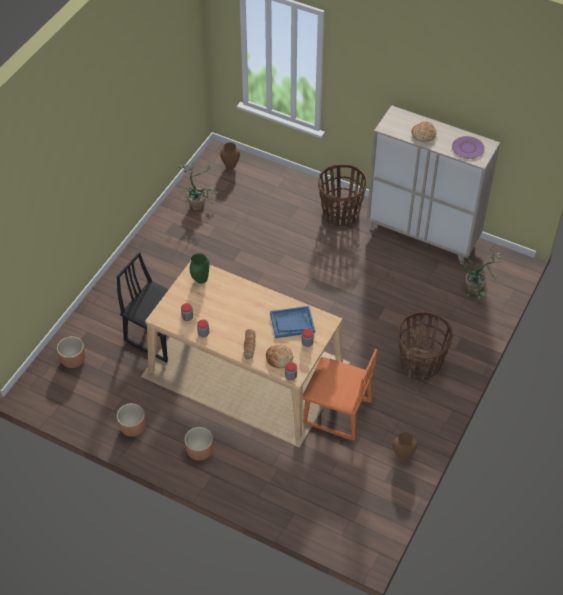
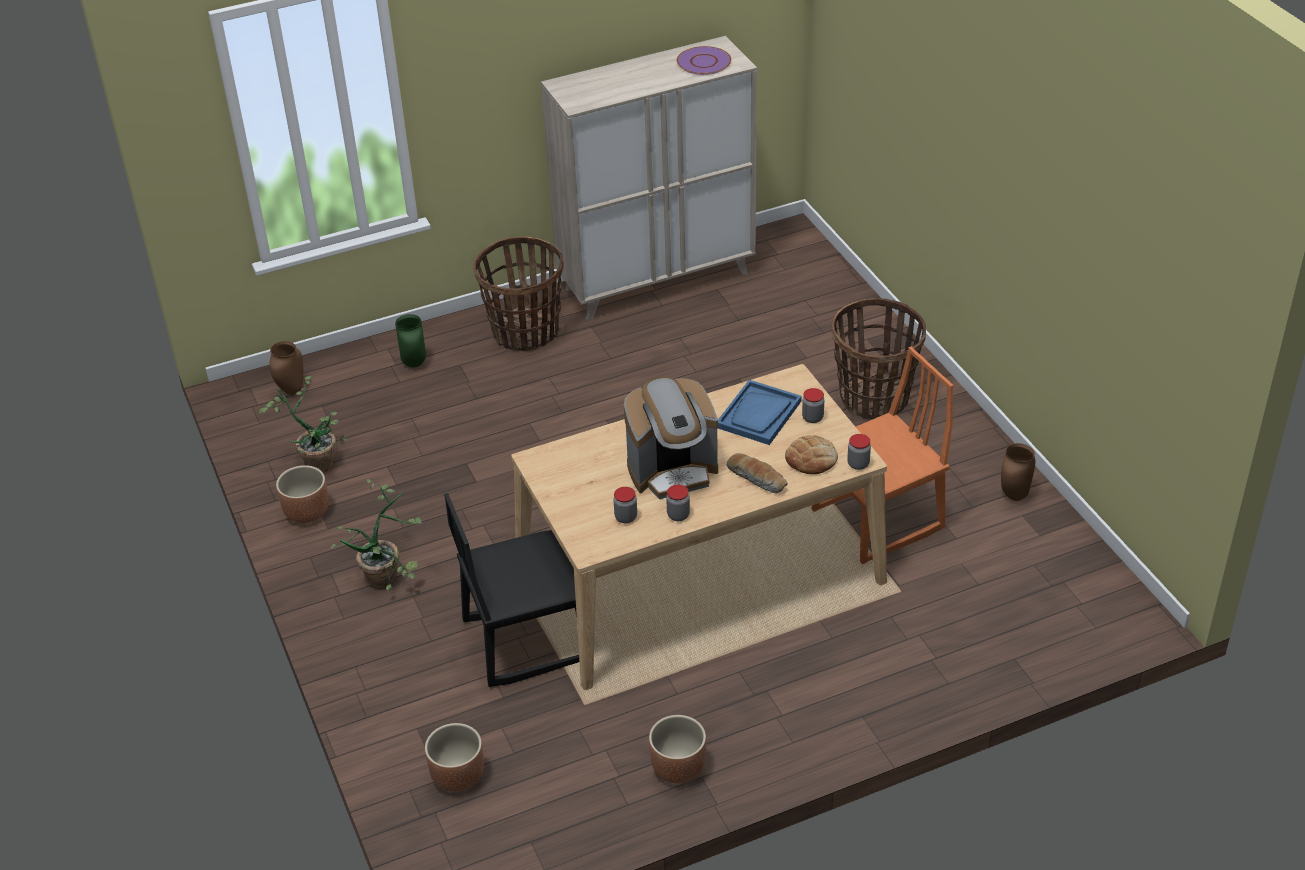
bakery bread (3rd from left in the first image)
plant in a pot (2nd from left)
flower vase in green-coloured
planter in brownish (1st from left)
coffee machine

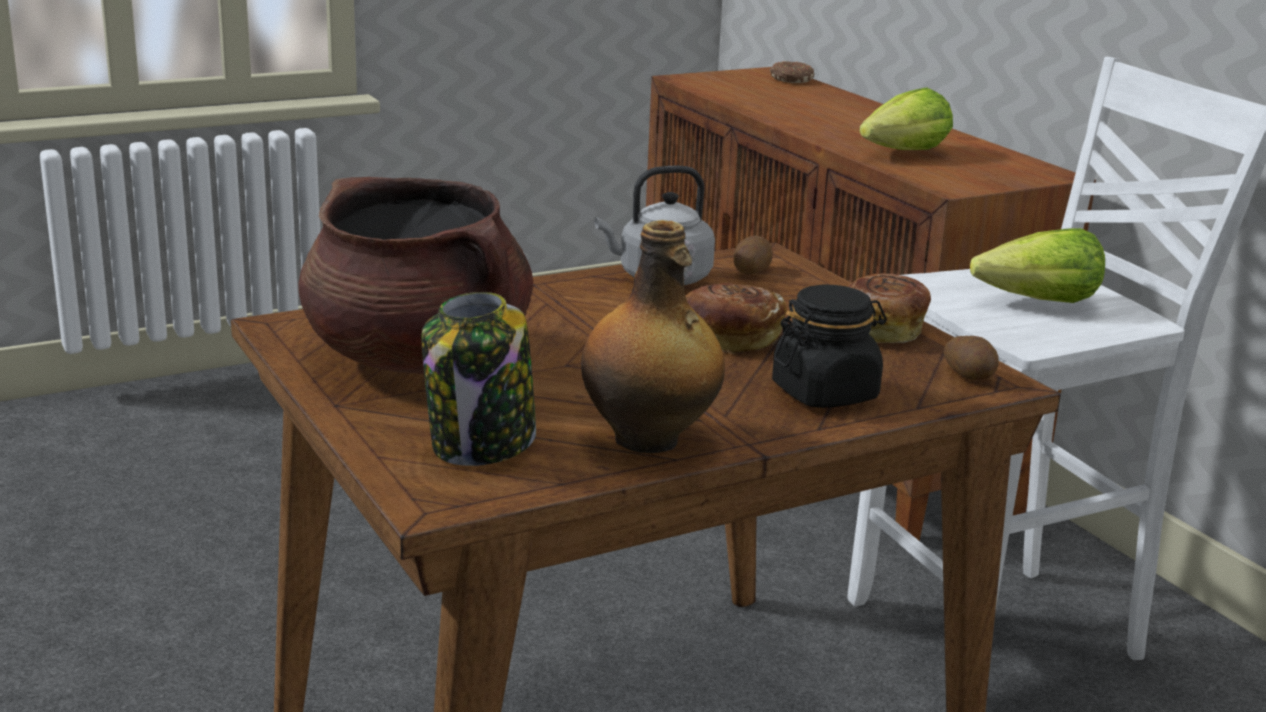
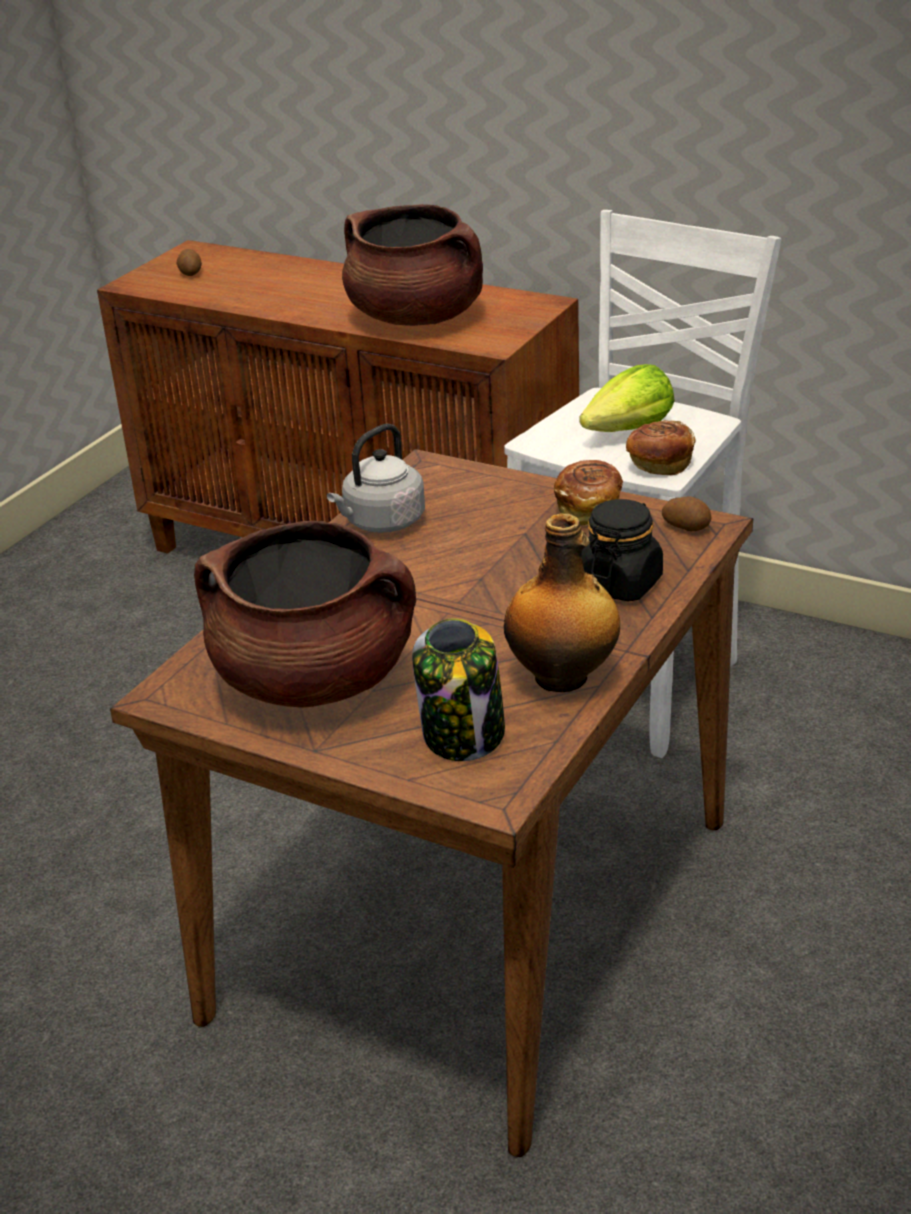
ring doughnut
stockpot in brownish (2nd from left)
whole potato (1st from left)
bakery bread (2nd from left)

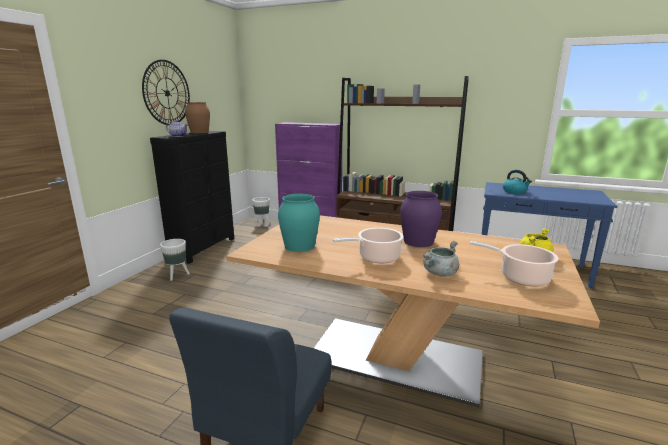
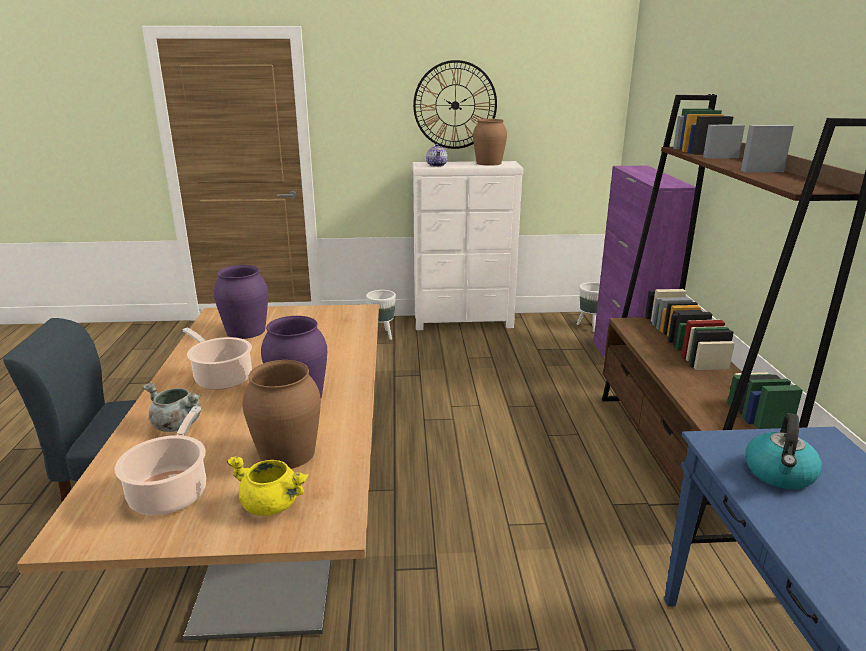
dresser in white
flower vase in purple (1st from left)
flower vase in brownish (1st from left)

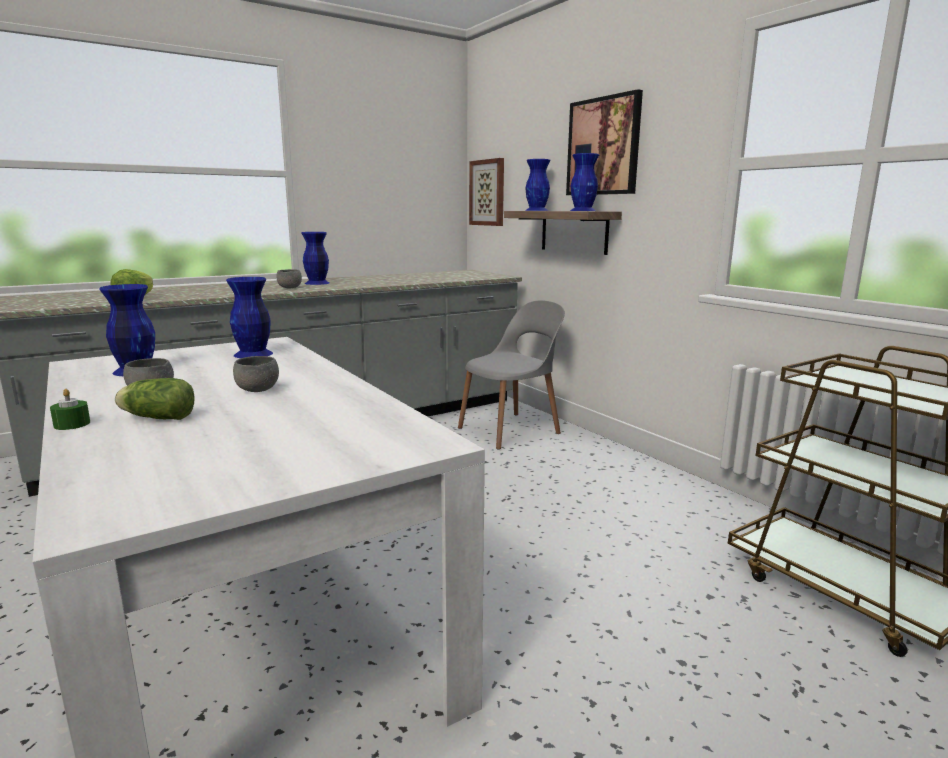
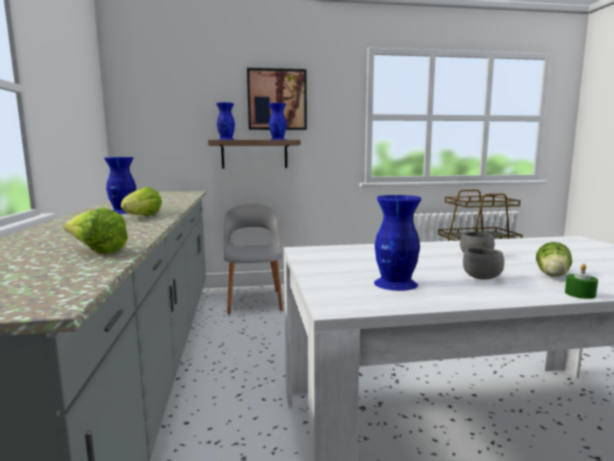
picture (1st from left in the first image)
lettuce head (2nd from left)
flower vase in bluish (2nd from left in the first image)

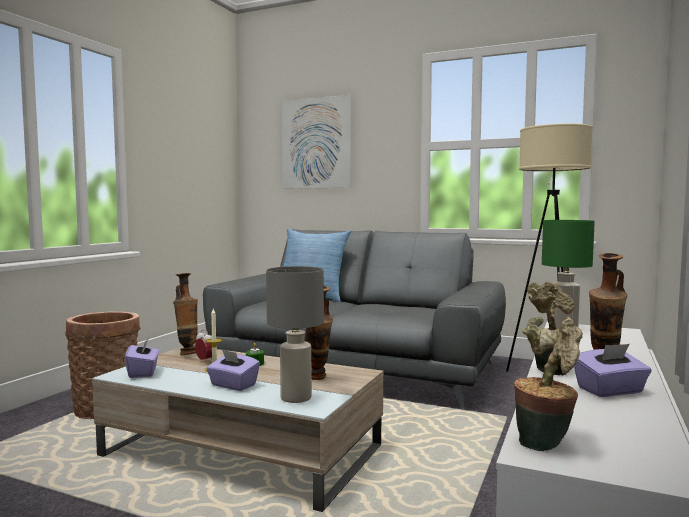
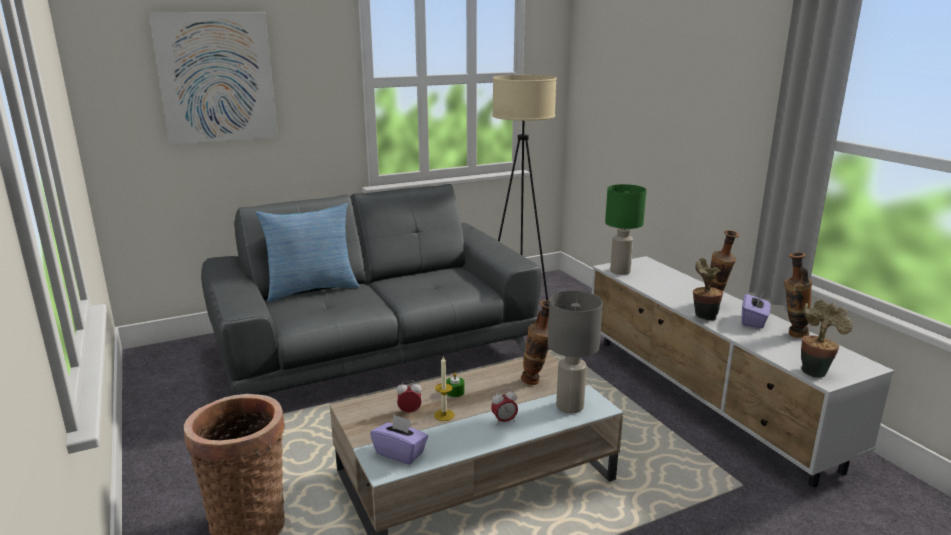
flower vase (3rd from left)
table clock (2nd from left)

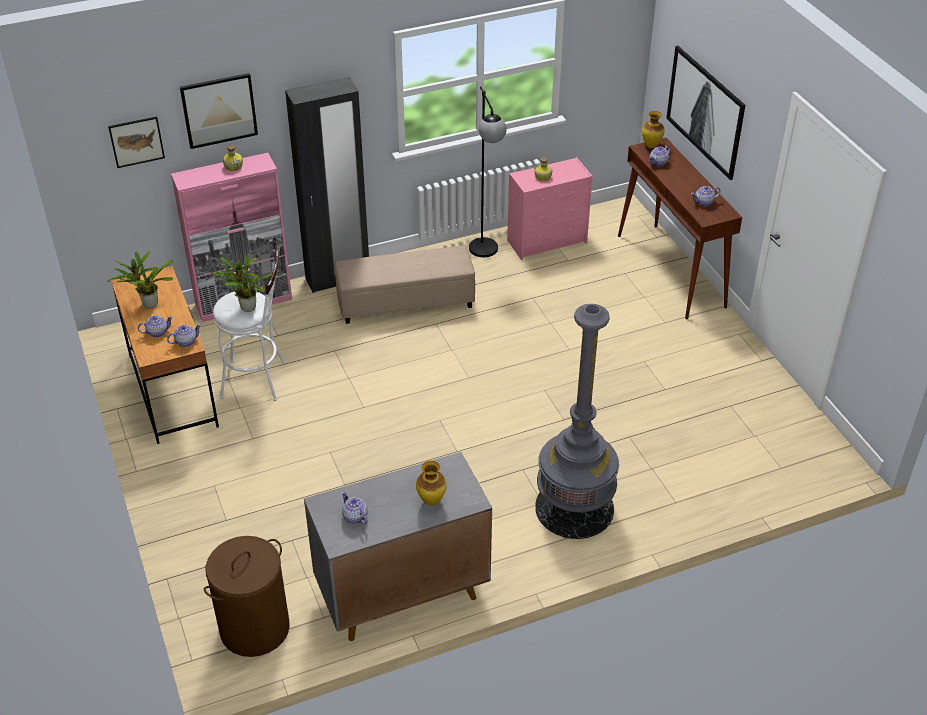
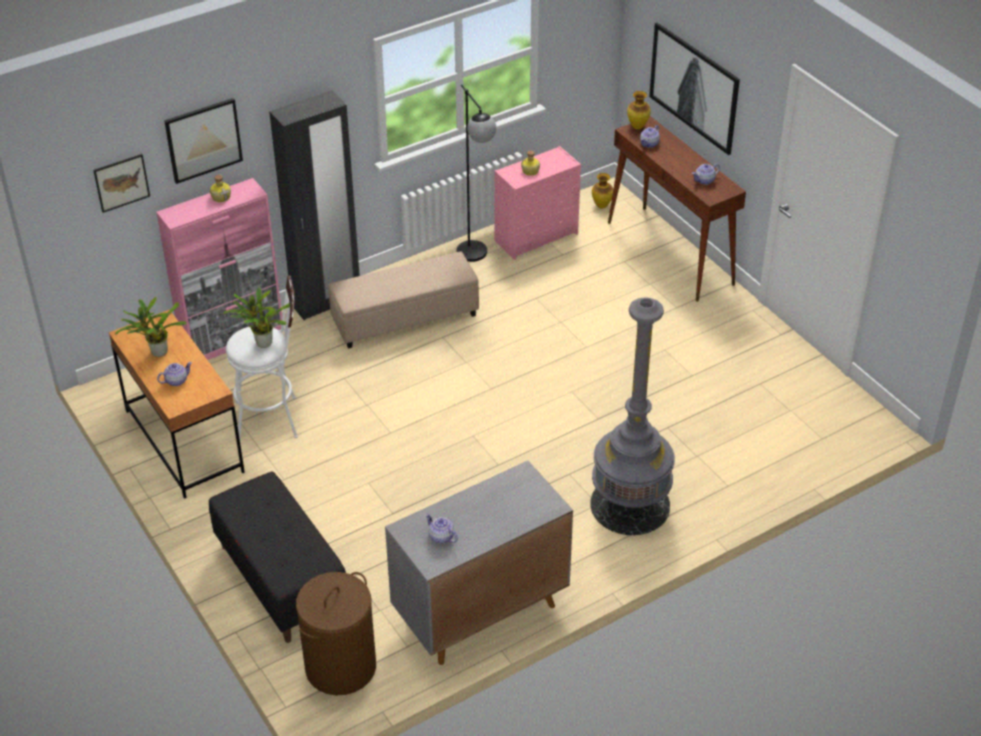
tea pot (2nd from left in the first image)
flower vase (1st from left)
bench in black-coloured

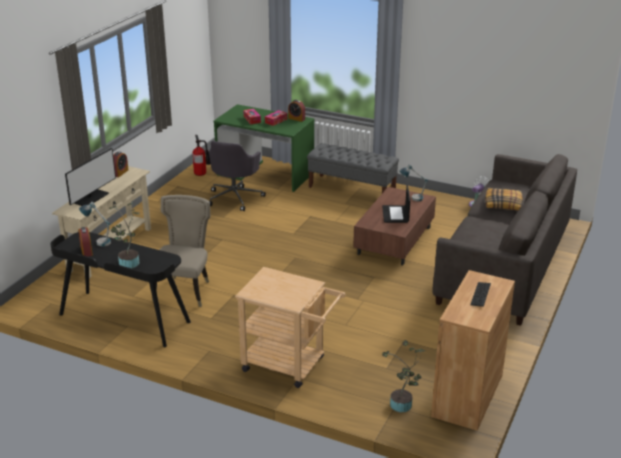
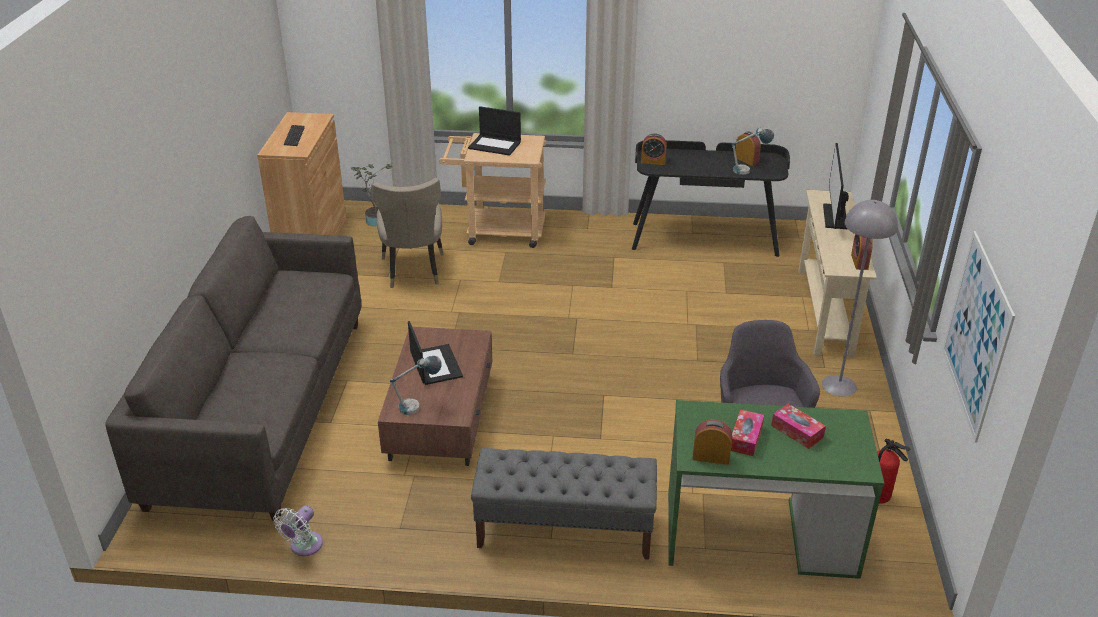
throw pillow
chair in beige-coloured
plant in a pot (1st from left in the first image)
portable computer (2nd from left)
table clock (1st from left)
standing lamp in gray
picture

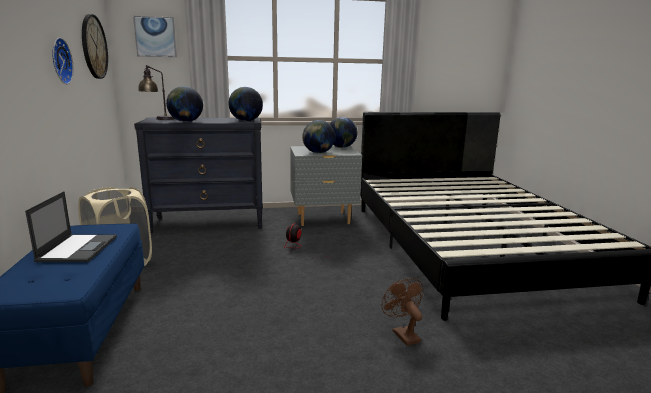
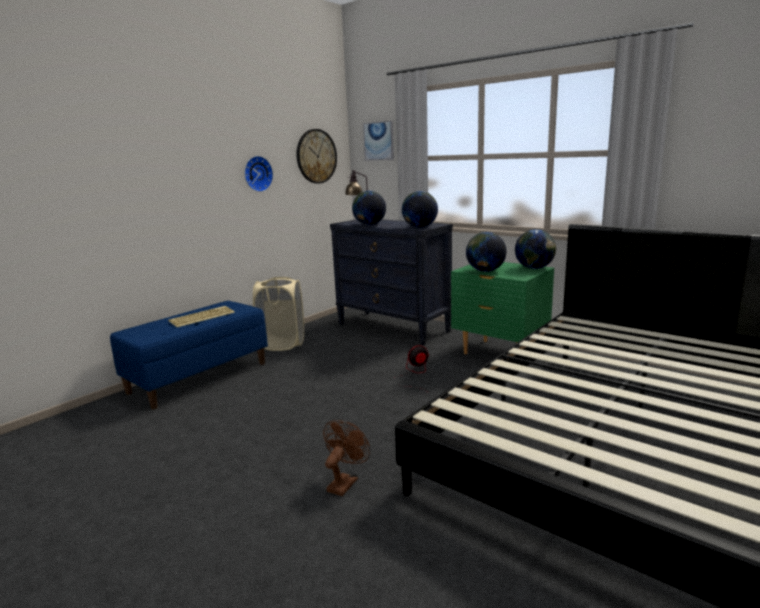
bedside table in green-coloured
computer keyboard

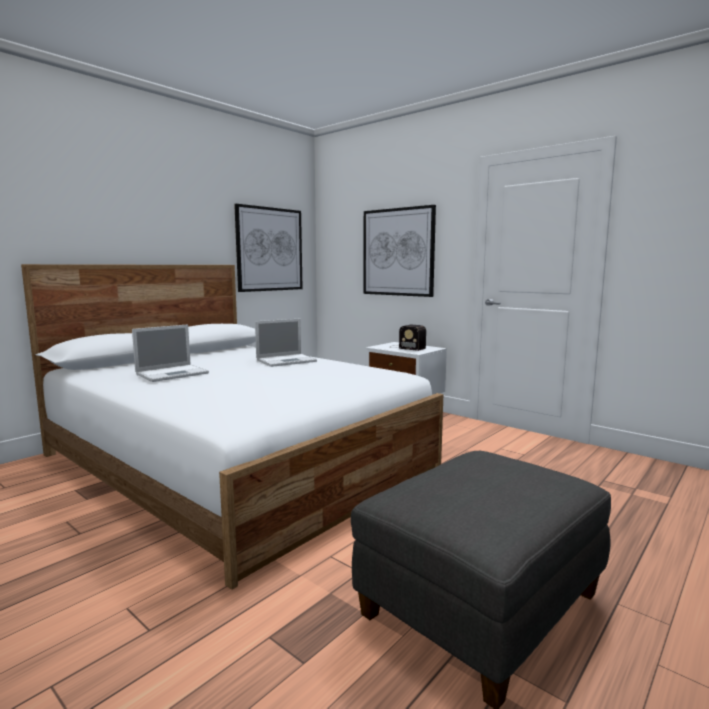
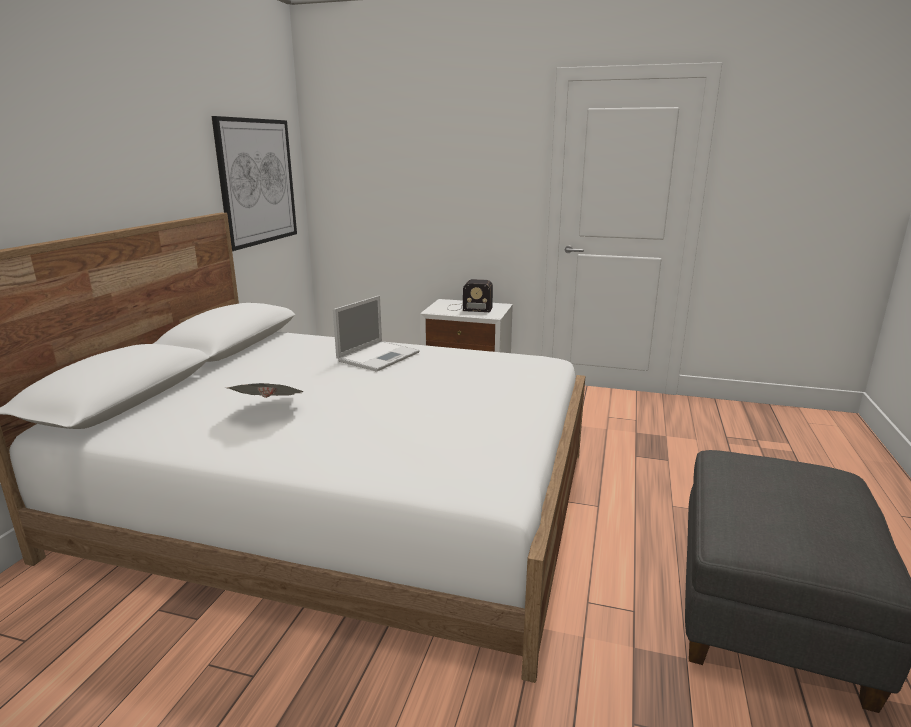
picture (2nd from left in the first image)
newspaper

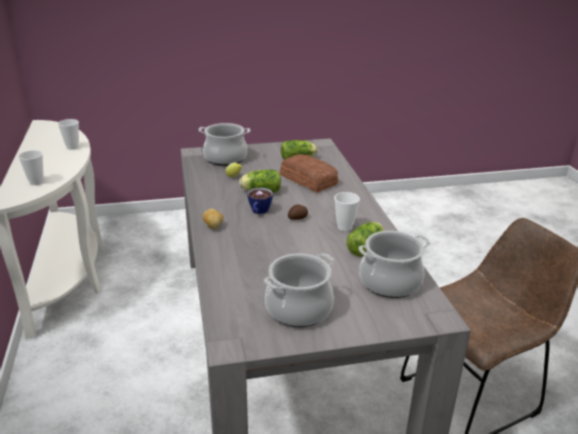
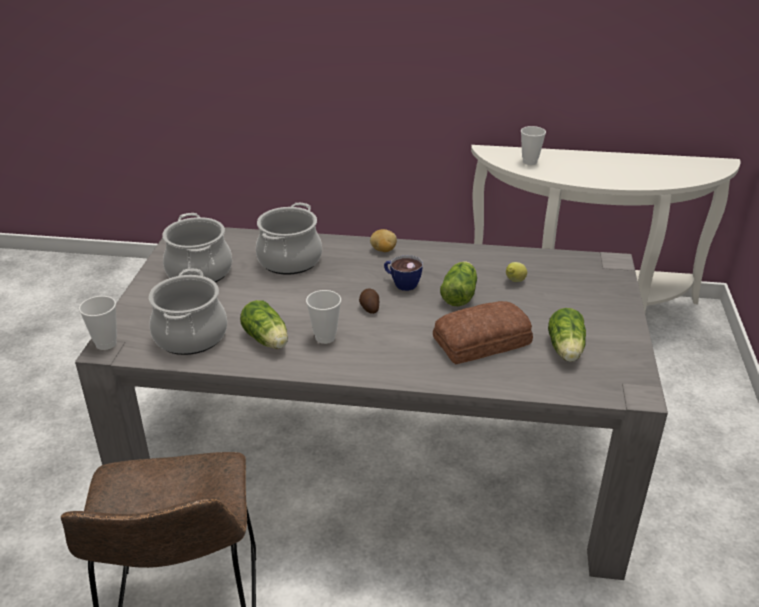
small cup (1st from left)
stockpot (3rd from left)

